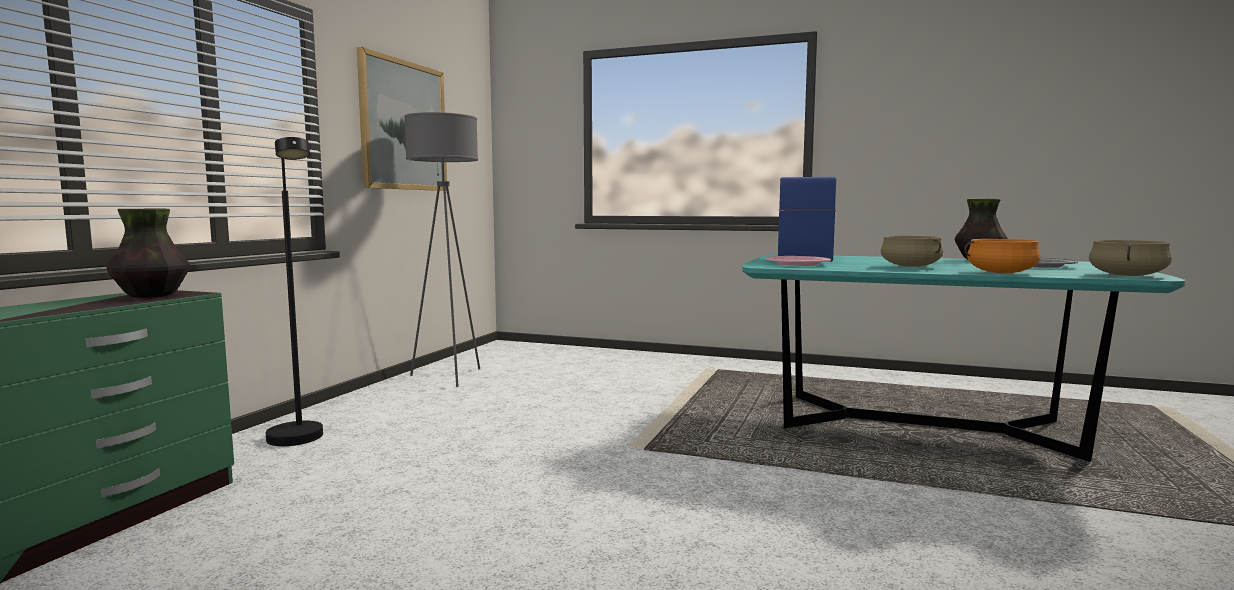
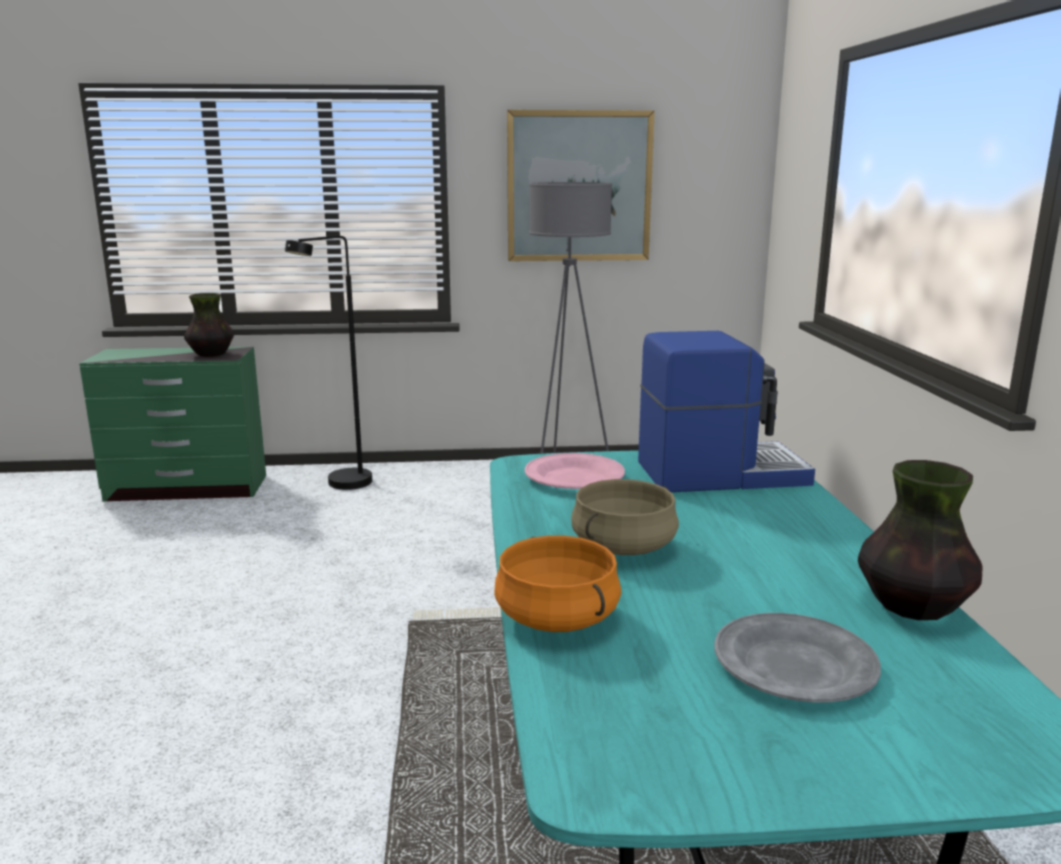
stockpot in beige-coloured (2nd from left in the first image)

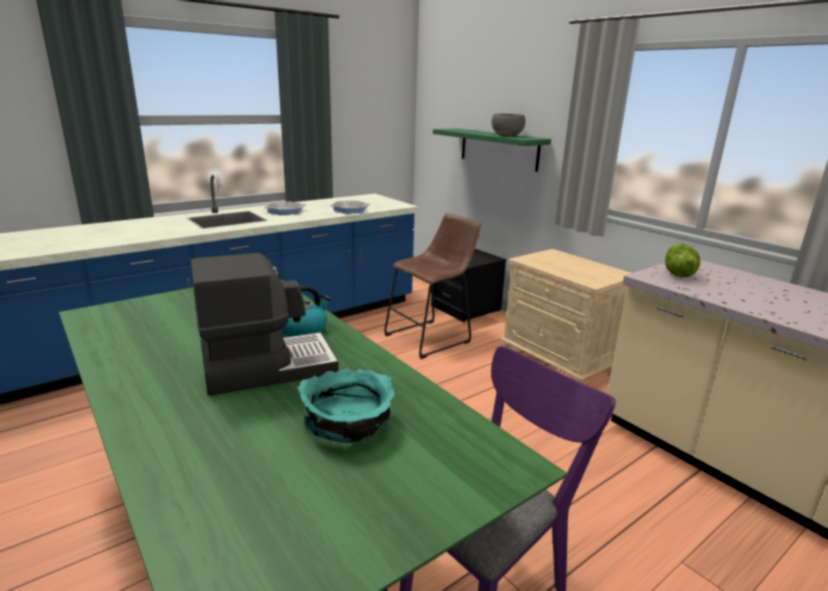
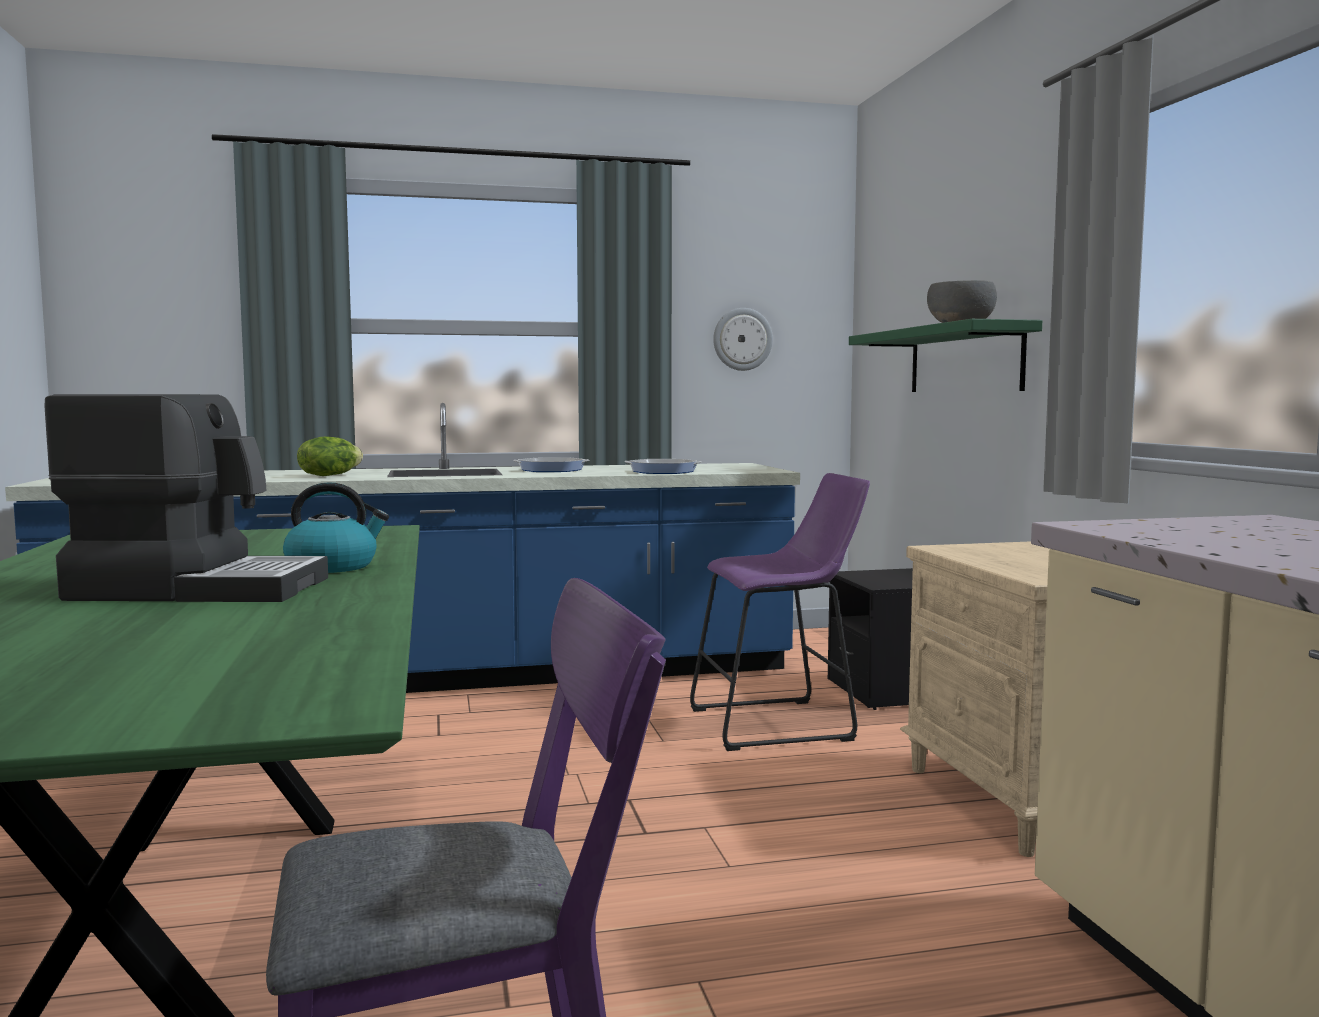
stool seat in purple
lettuce head
bowl in blue-green
hanging clock

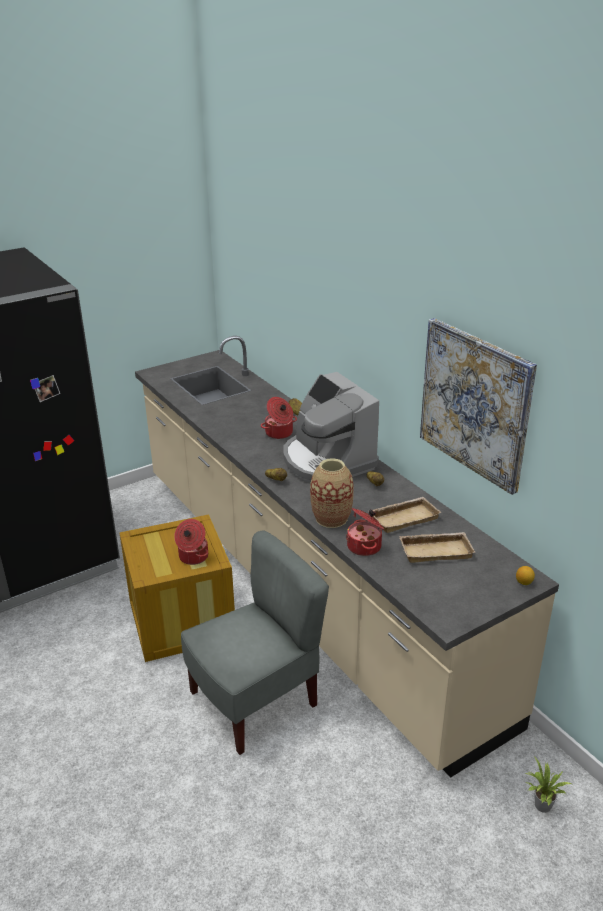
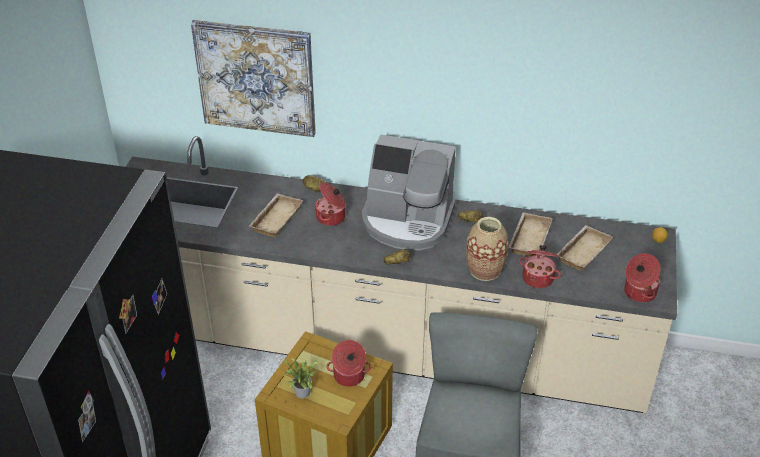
picture
plant in a pot
tray in beige-coloured (1st from left)
stockpot (4th from left)

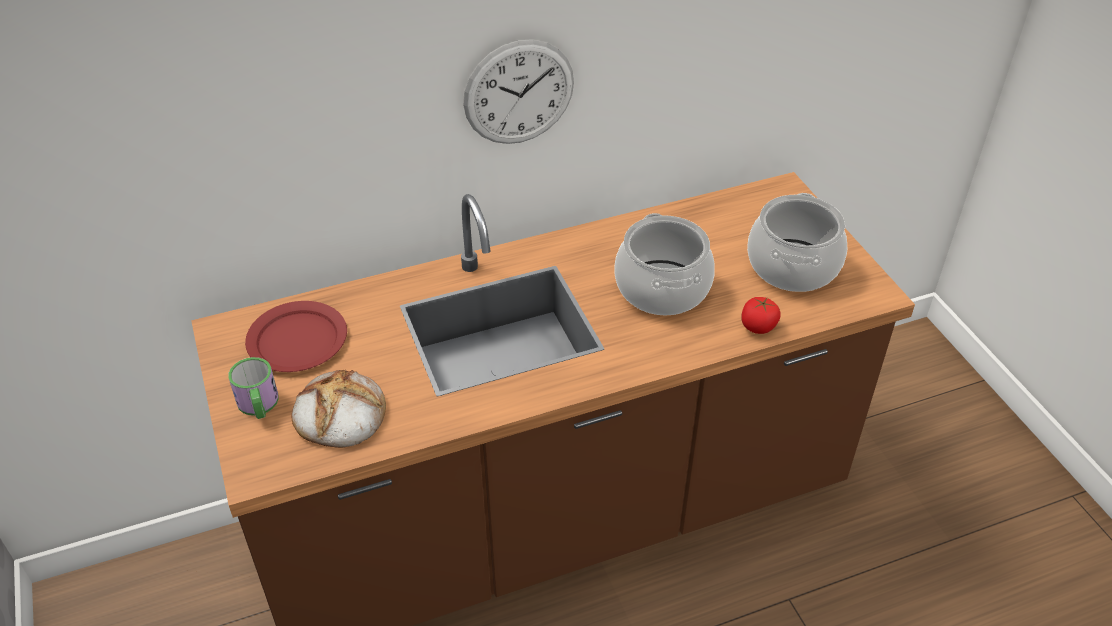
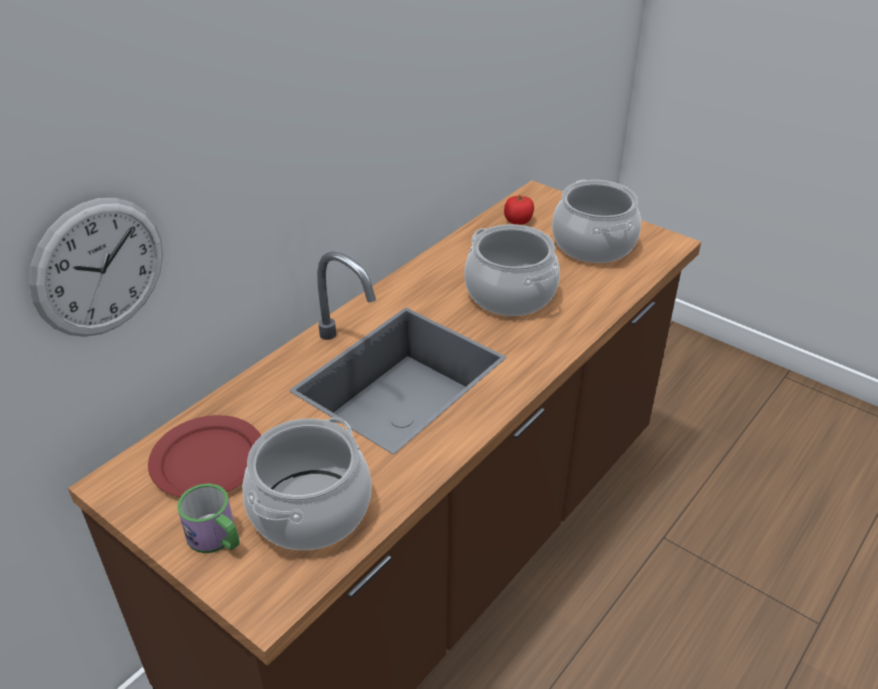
hanging clock
whole tomato
stockpot (1st from left)

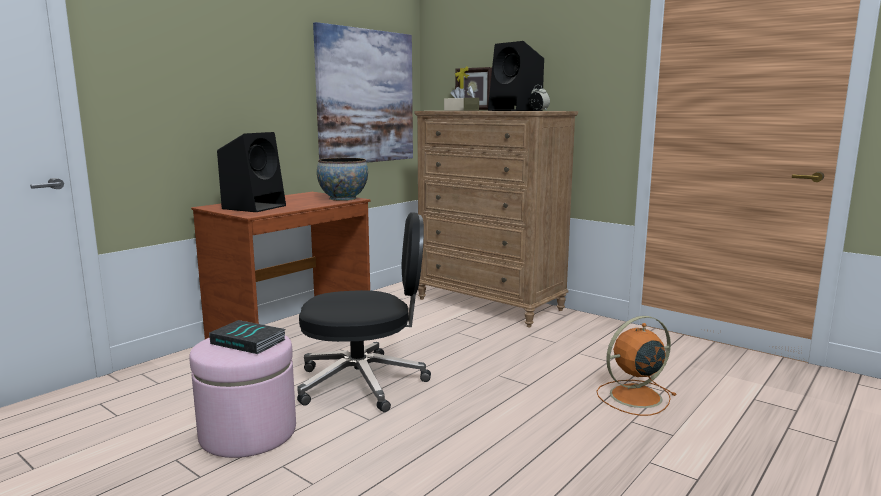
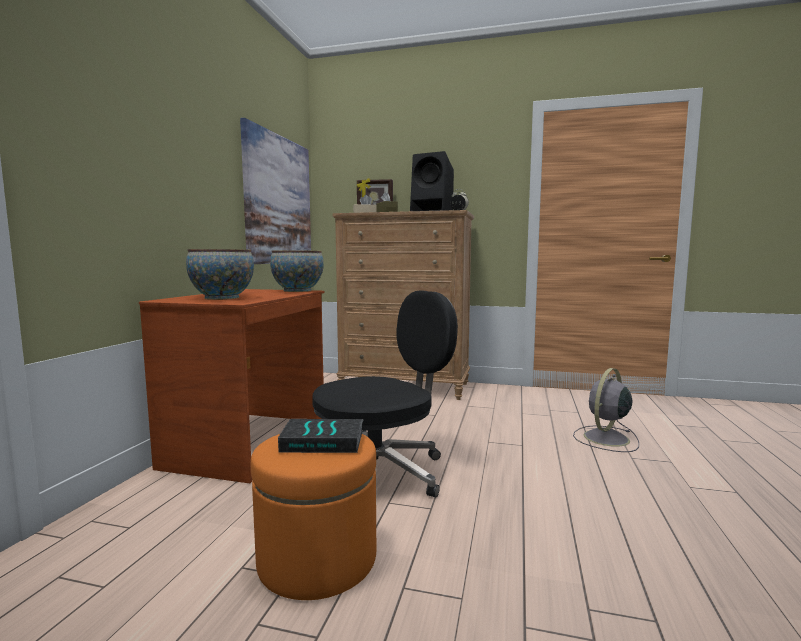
bowl (1st from left)
cooling fan in gray
ottoman in orange-coloured

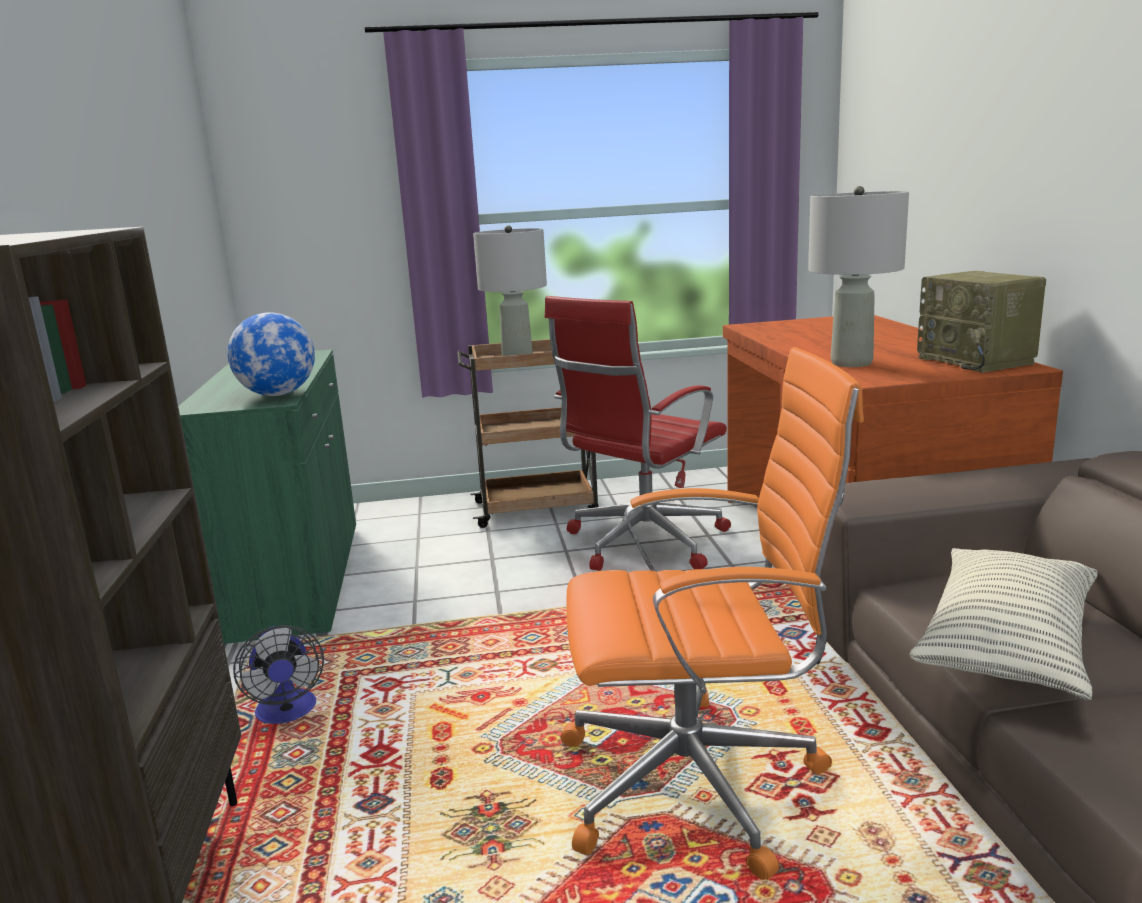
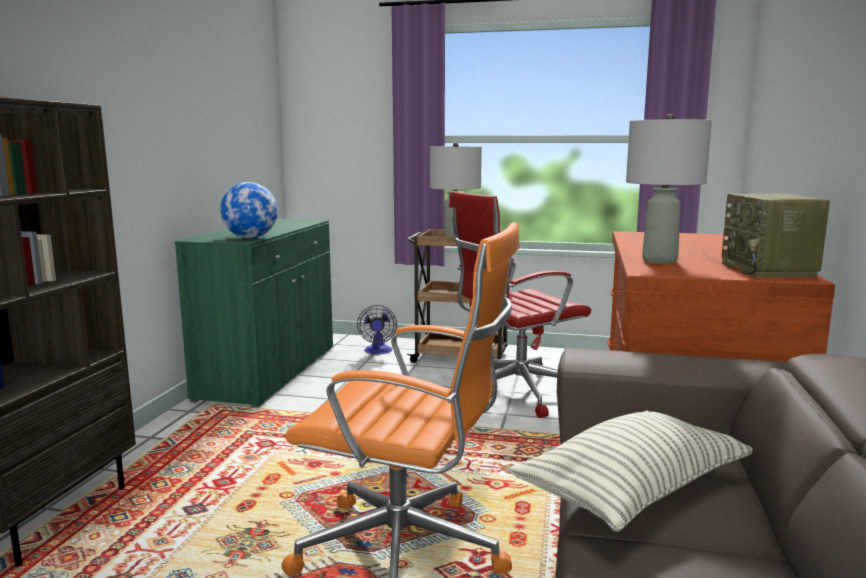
cooling fan

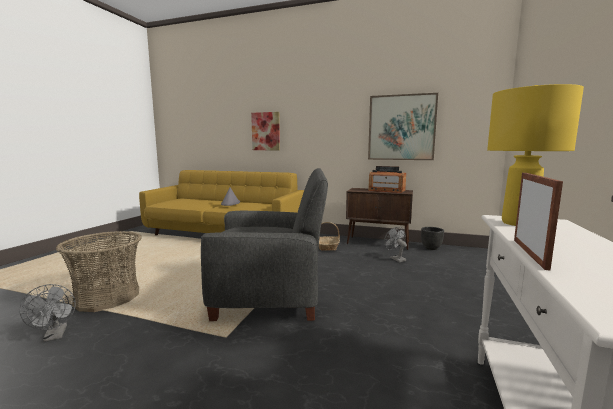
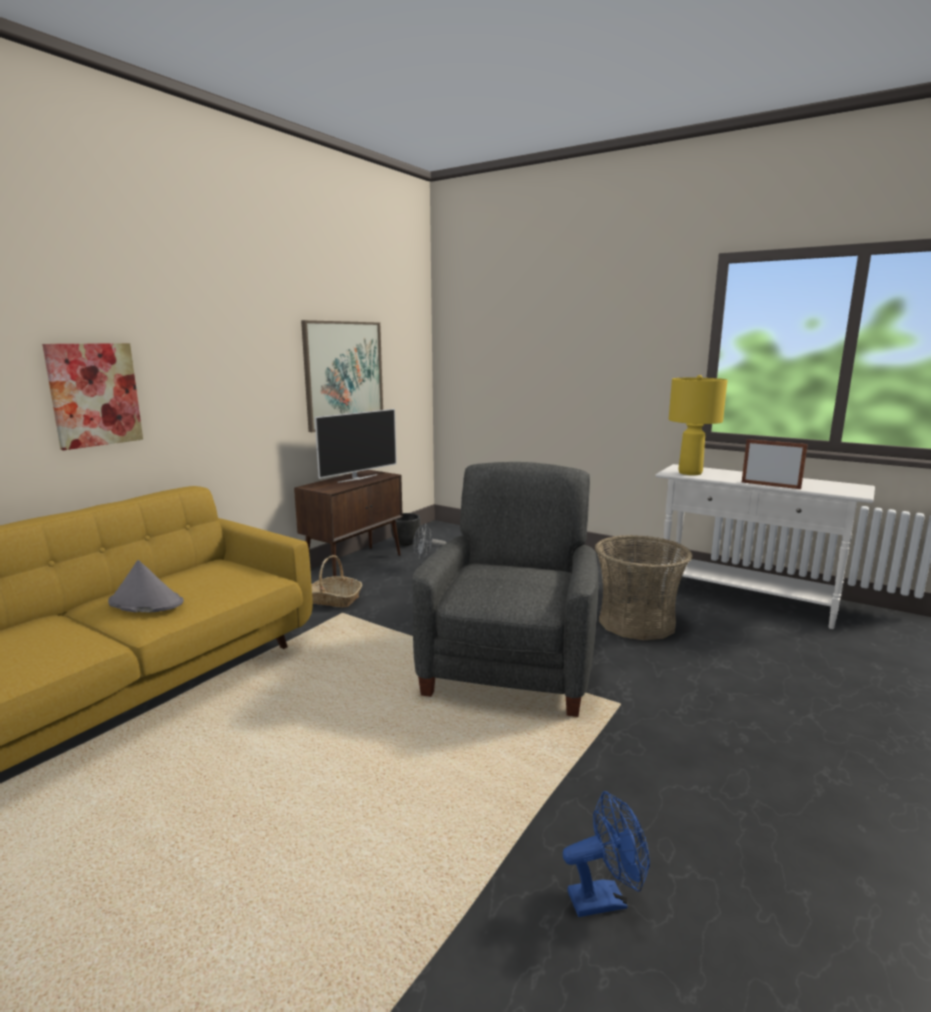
TV
storage basket (2nd from left)
cooling fan in bluish

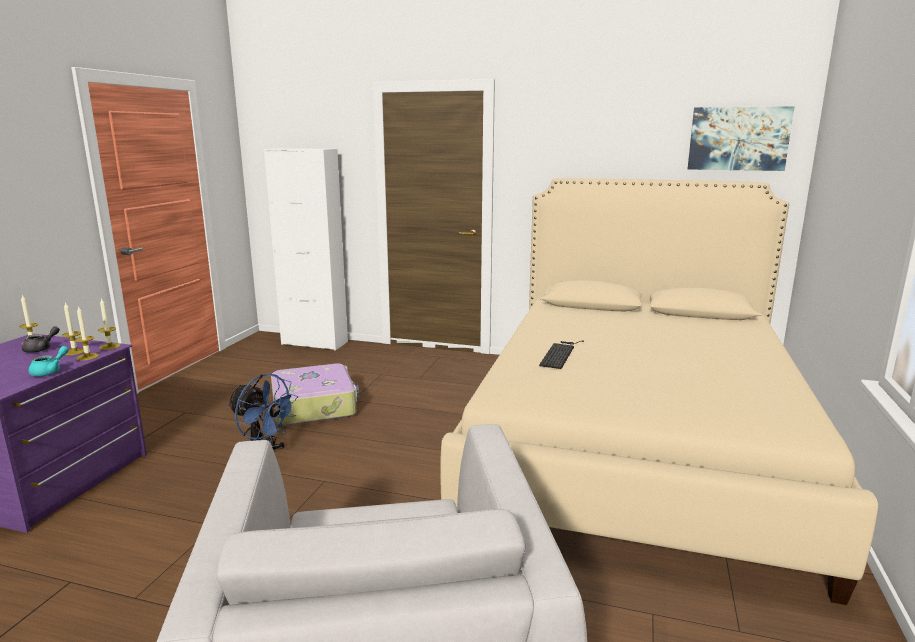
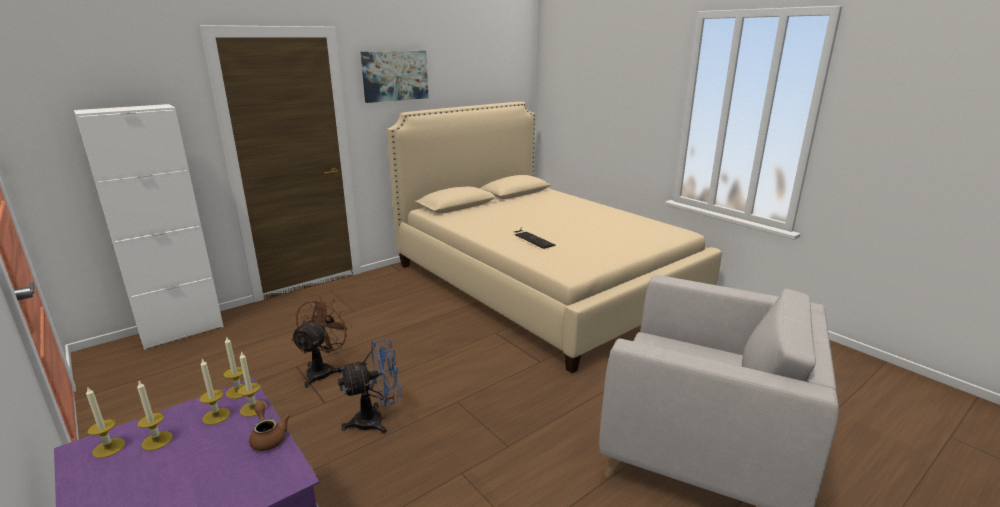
picture
wax candle (2nd from left)
tea pot in brownish
cooling fan in brownish

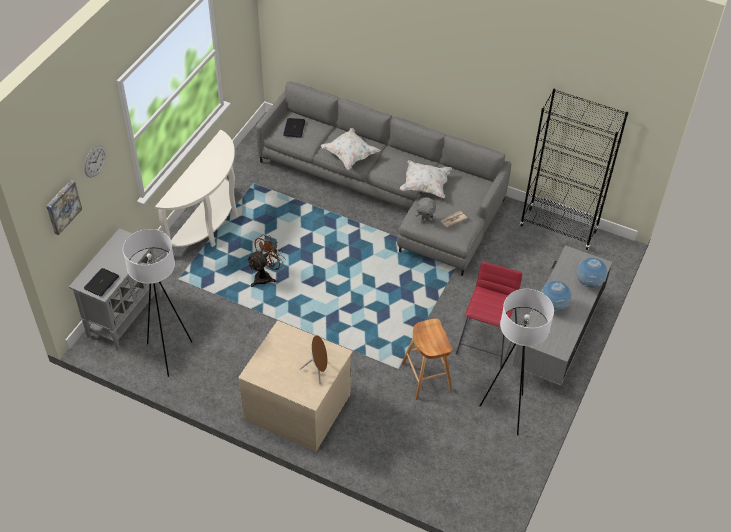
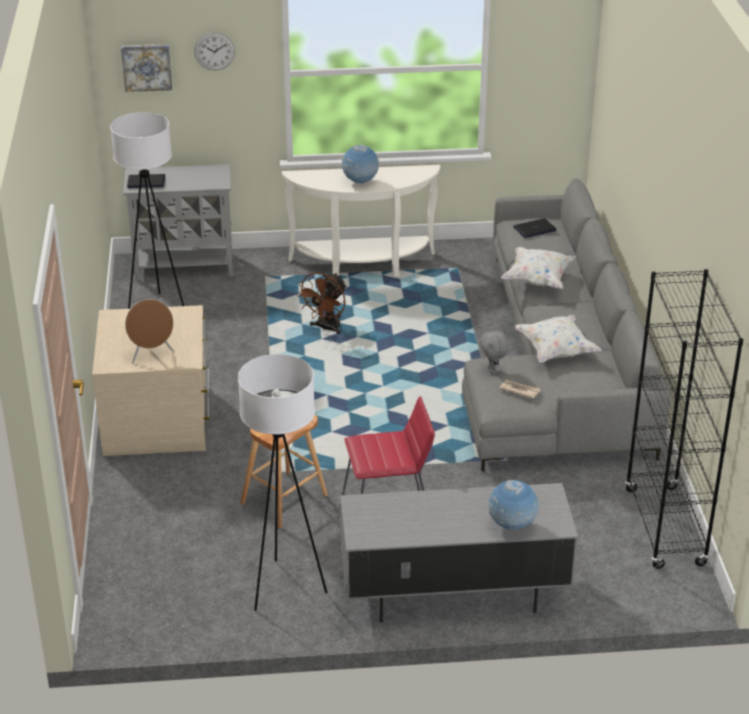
cooling fan in brownish
world globe (1st from left)

